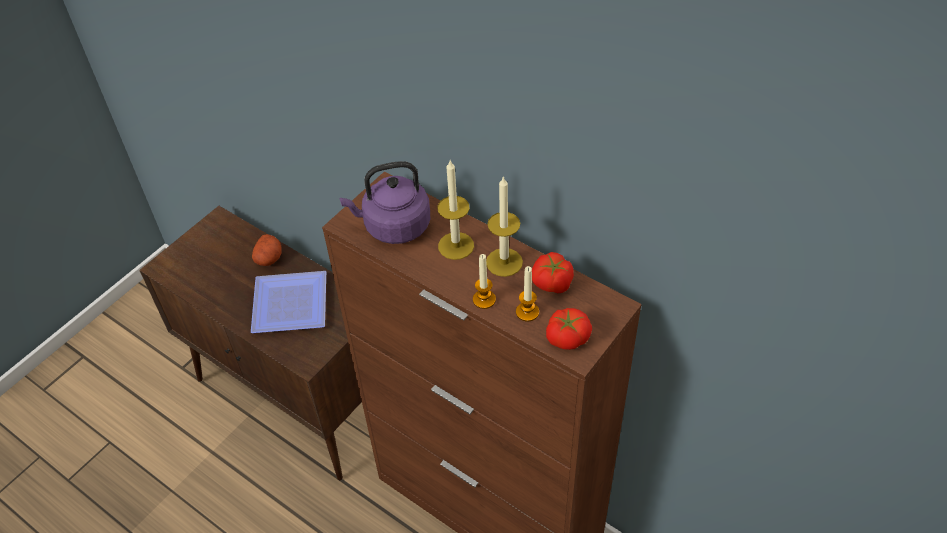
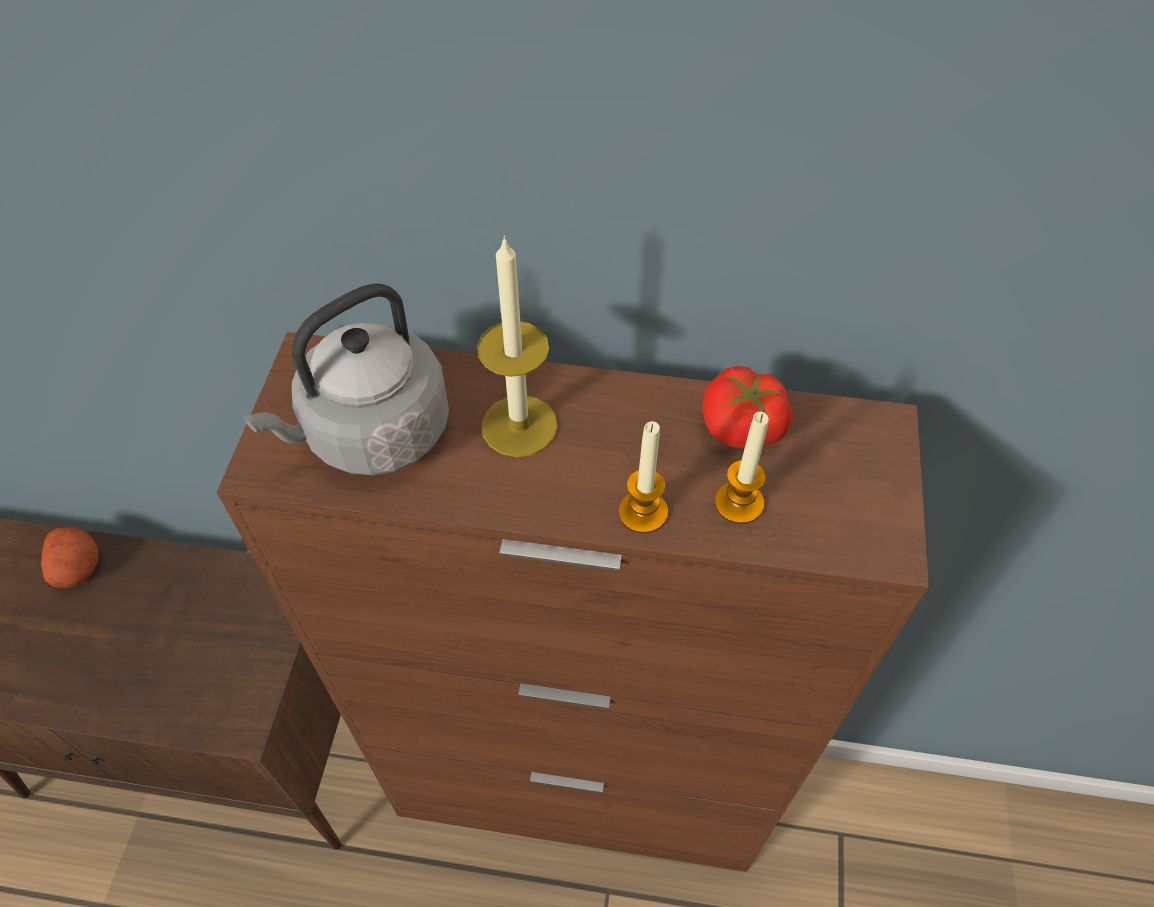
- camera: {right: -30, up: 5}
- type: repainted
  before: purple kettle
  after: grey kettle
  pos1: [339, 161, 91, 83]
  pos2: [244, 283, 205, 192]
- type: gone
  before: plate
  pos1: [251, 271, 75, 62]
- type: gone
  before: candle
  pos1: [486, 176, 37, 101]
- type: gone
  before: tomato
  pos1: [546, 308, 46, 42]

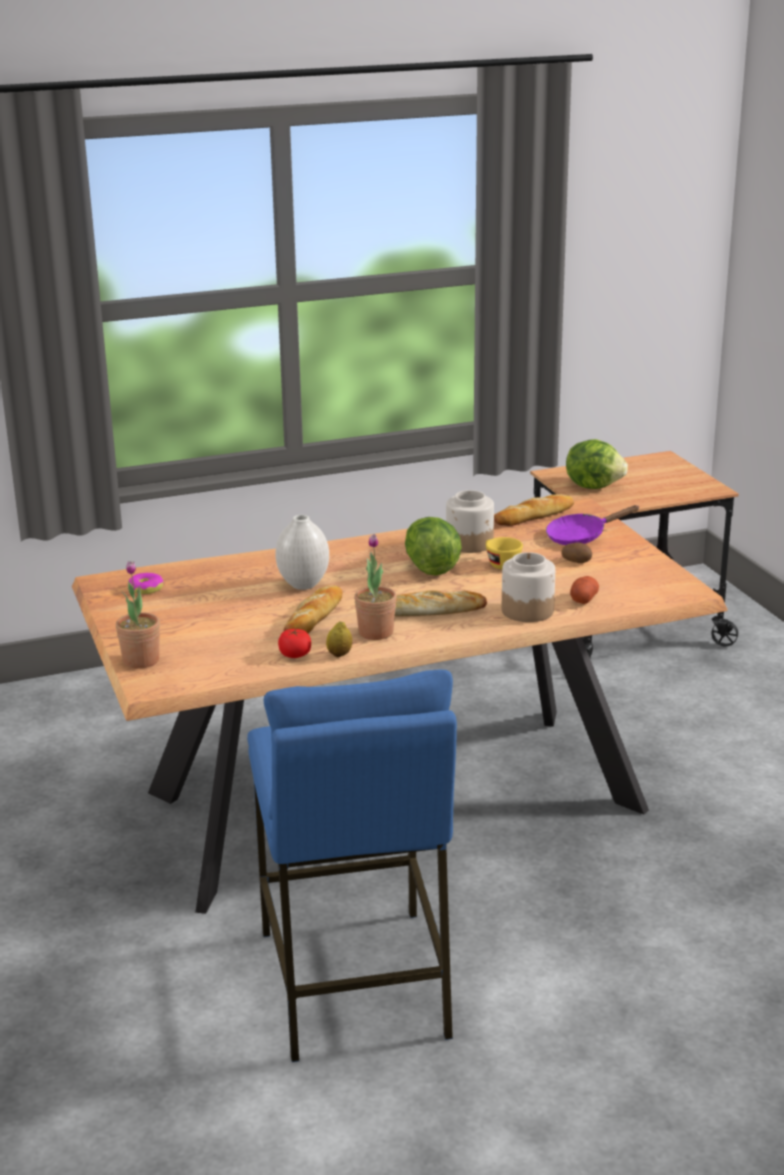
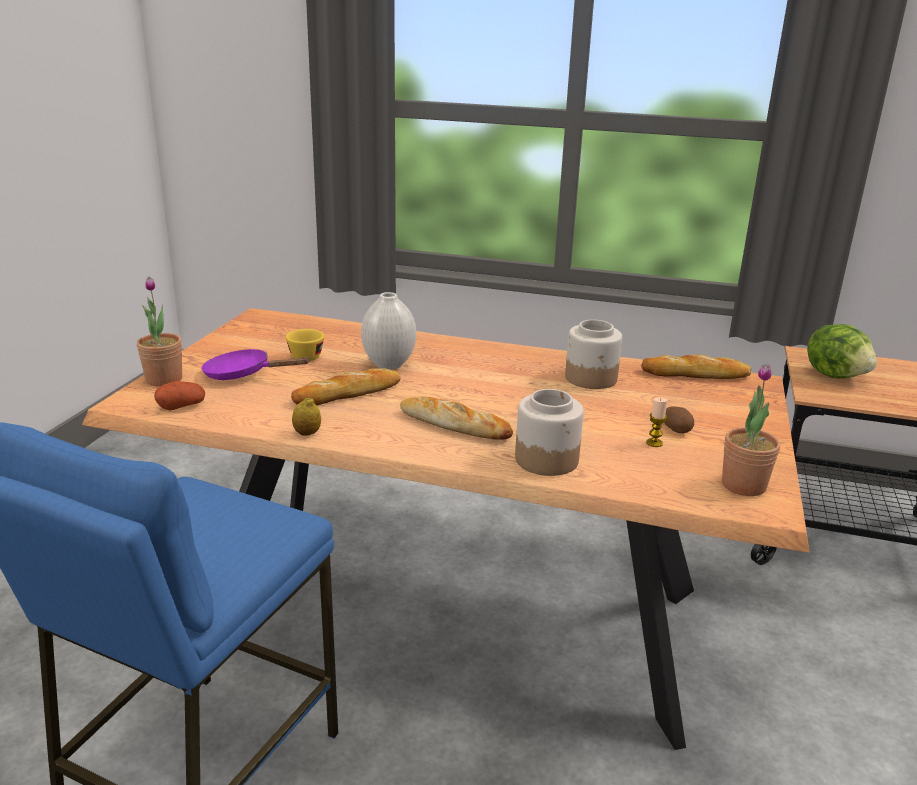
- camera: {right: 35, up: 0}
- type: shifted
  before: potato
  pos1: [570, 576, 29, 28]
  pos2: [154, 381, 51, 29]
- type: shifted
  before: purple frying pan
  pos1: [546, 505, 94, 40]
  pos2: [201, 349, 108, 31]
- type: shifted
  before: yellow cup
  pos1: [486, 537, 37, 32]
  pos2: [286, 329, 38, 32]
- type: new
  after: candle
  pos2: [646, 397, 22, 50]
- type: shifted
  before: potted plant
  pos1: [354, 534, 43, 106]
  pos2: [722, 364, 58, 132]
- type: gone
  before: donut
  pos1: [129, 573, 35, 21]
- type: gone
  before: tomato
  pos1: [278, 628, 33, 30]
- type: gone
  before: lettuce
  pos1: [405, 517, 57, 59]

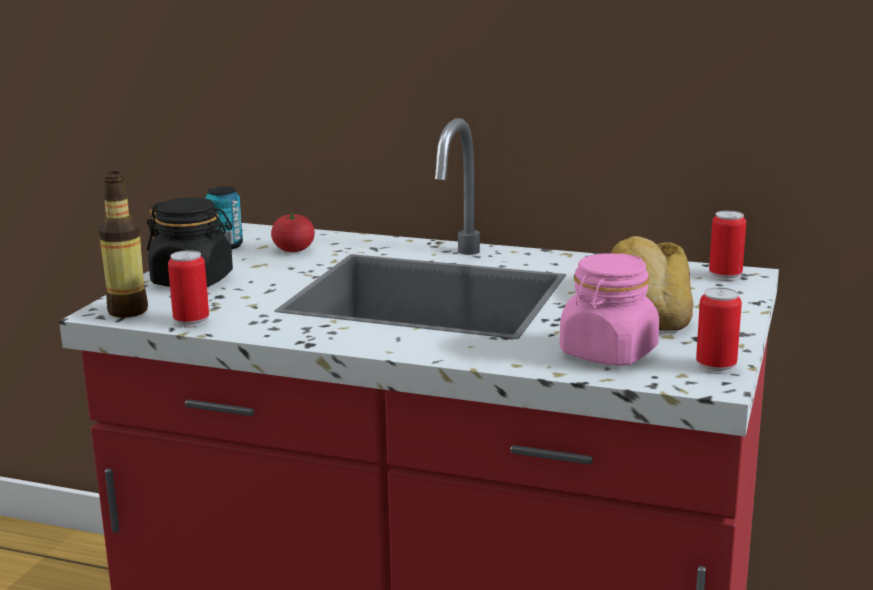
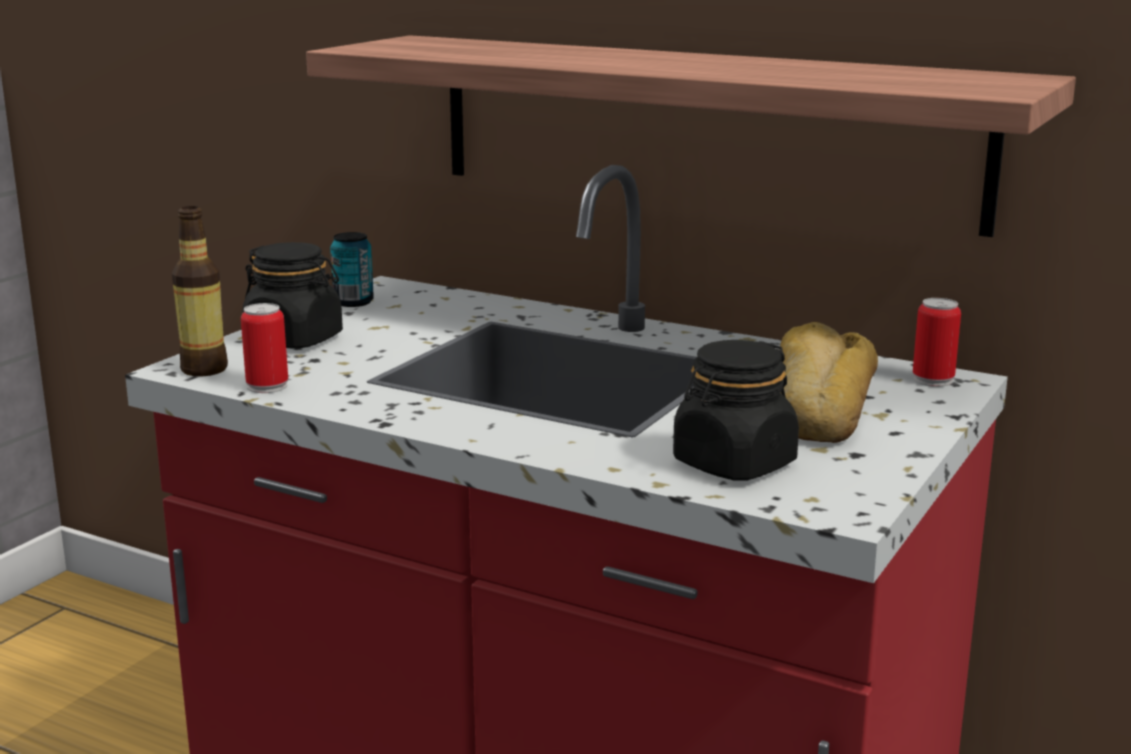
- camera: {right: 10, up: 0}
- type: new
  after: shelf
  pos2: [306, 35, 770, 202]
- type: repainted
  before: pink jar
  after: black jar
  pos1: [560, 253, 99, 113]
  pos2: [673, 340, 126, 141]
- type: gone
  before: tomato
  pos1: [271, 212, 44, 40]
- type: gone
  before: can
  pos1: [696, 287, 46, 87]

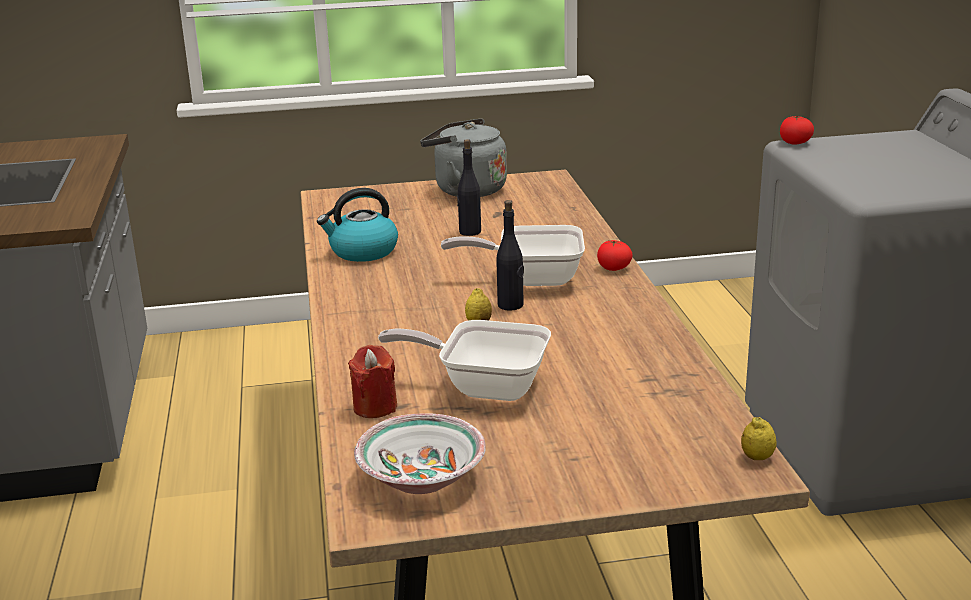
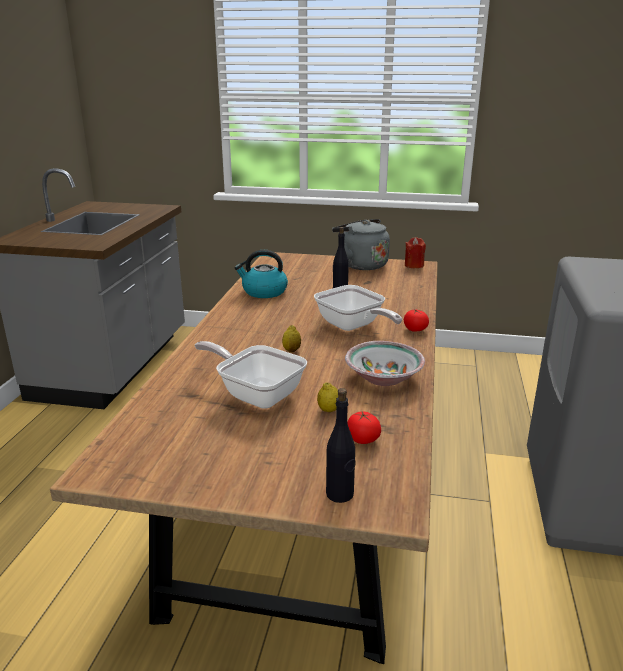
- camera: {right: 20, up: 0}
- type: rotated
  before: frying pan
  pos1: [441, 225, 144, 61]
  pos2: [314, 285, 88, 46]
  turn: -150
- type: shifted
  before: lemon
  pos1: [741, 417, 36, 43]
  pos2: [317, 382, 21, 30]
- type: shifted
  before: black bottle
  pos1: [496, 200, 28, 111]
  pos2: [326, 388, 30, 115]
- type: shifted
  before: bowl
  pos1: [354, 413, 132, 81]
  pos2: [345, 341, 80, 45]
- type: shifted
  before: tomato
  pos1: [780, 116, 34, 29]
  pos2: [347, 411, 34, 33]
- type: shifted
  before: red candle
  pos1: [348, 345, 49, 73]
  pos2: [405, 237, 21, 31]

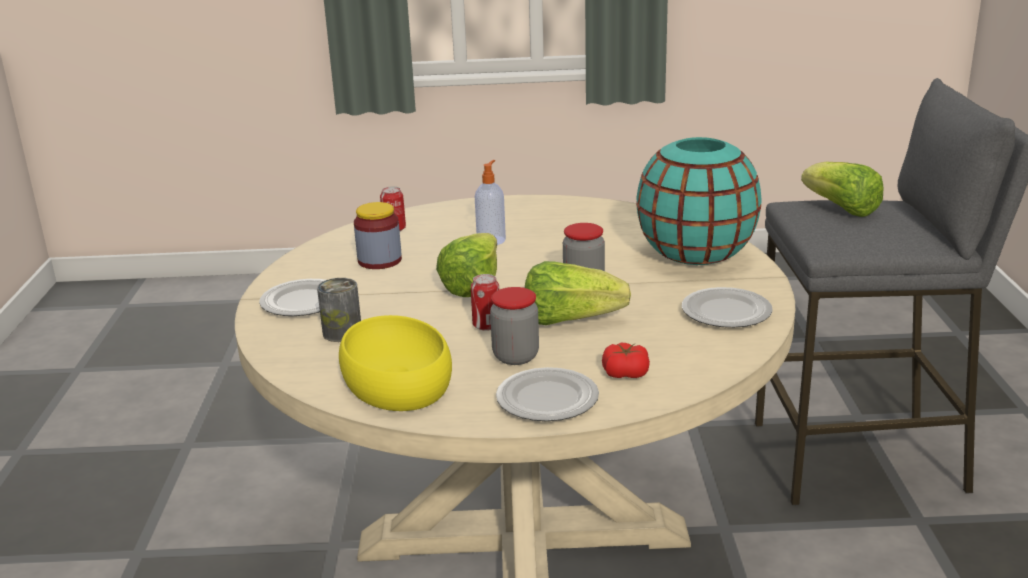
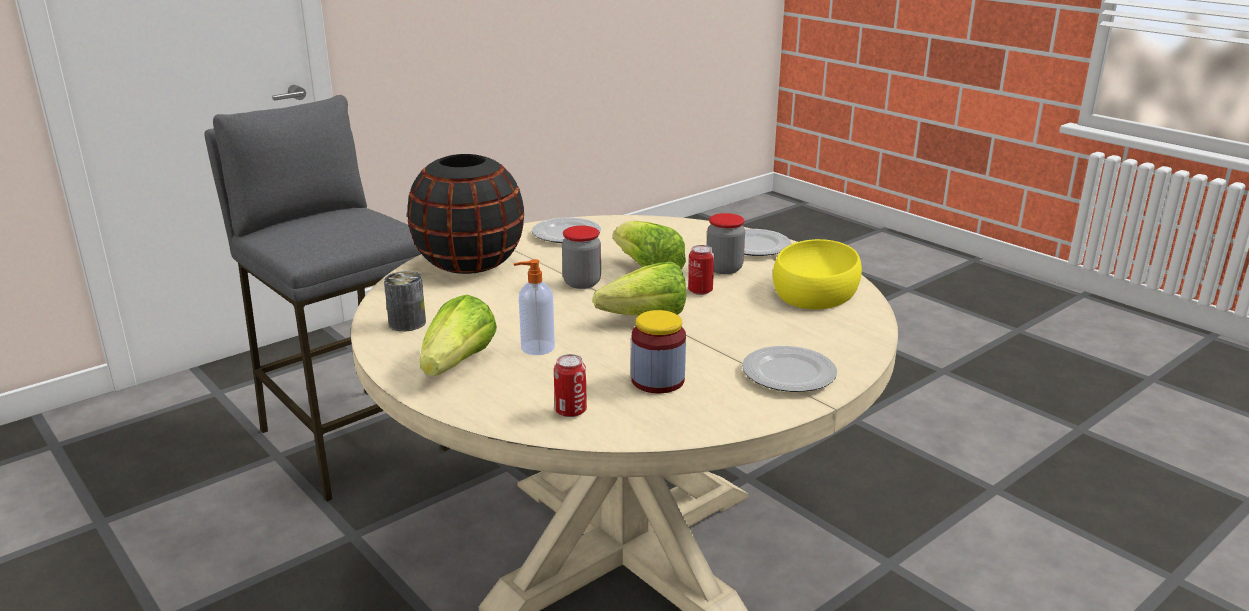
- camera: {right: -130, up: 0}
- type: shifted
  before: can
  pos1: [317, 278, 44, 64]
  pos2: [384, 271, 42, 60]
- type: repainted
  before: turquoise vase
  after: black vase
  pos1: [636, 137, 126, 128]
  pos2: [407, 154, 117, 120]
- type: shifted
  before: lettuce
  pos1: [801, 162, 83, 55]
  pos2: [420, 295, 77, 81]
- type: gone
  before: tomato
  pos1: [602, 343, 48, 35]

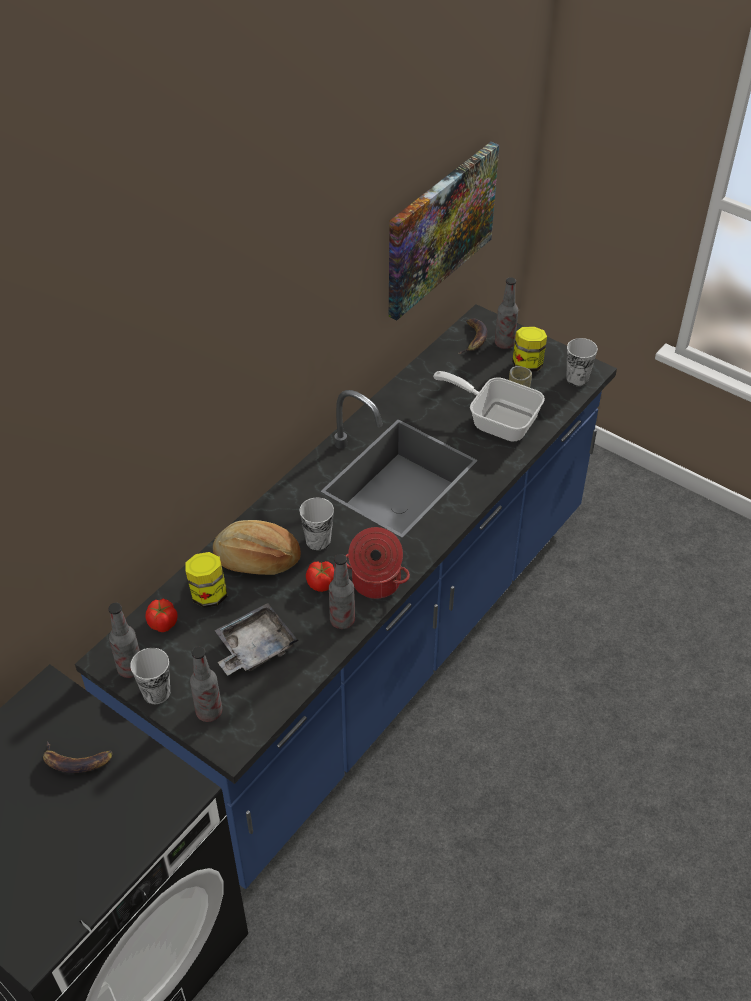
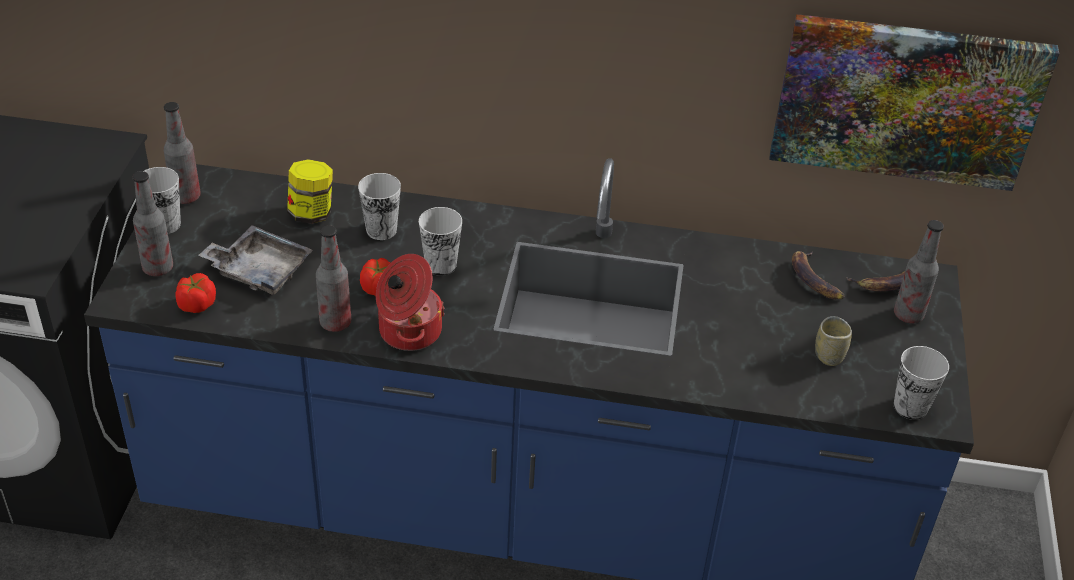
- camera: {right: 60, up: -5}
- type: shifted
  before: tomato
  pos1: [146, 599, 32, 33]
  pos2: [175, 273, 41, 40]
- type: swapped
  before: bread
  after: cup
  pos1: [213, 520, 88, 55]
  pos2: [358, 173, 43, 67]
- type: shifted
  before: banana
  pos1: [43, 742, 70, 31]
  pos2: [792, 251, 53, 48]
- type: gone
  before: frying pan
  pos1: [433, 371, 112, 71]
- type: gone
  before: jar
  pos1: [512, 326, 35, 46]

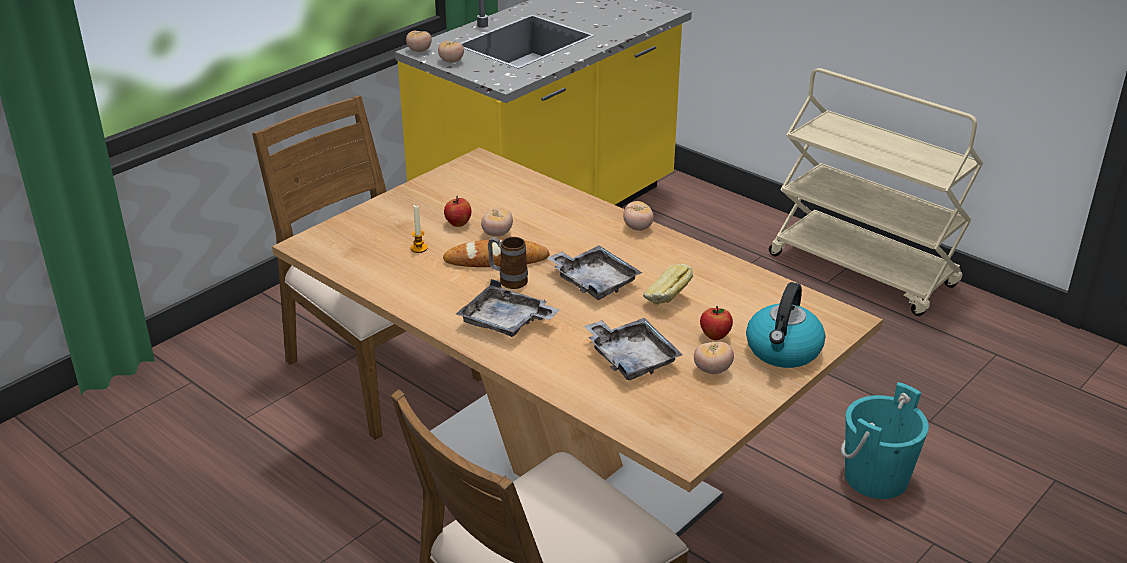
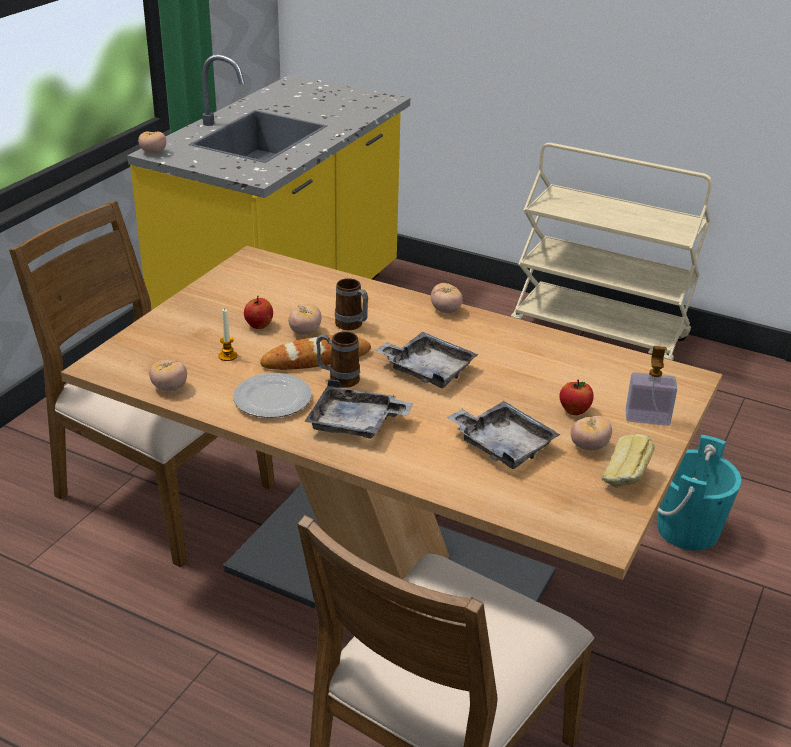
- camera: {right: -15, up: 0}
- type: shifted
  before: tomato
  pos1: [438, 41, 26, 22]
  pos2: [149, 360, 38, 31]
- type: new
  after: plate
  pos2: [233, 373, 79, 45]
- type: new
  after: mug
  pos2: [335, 278, 33, 52]
- type: shifted
  before: bread
  pos1: [643, 264, 50, 42]
  pos2: [602, 434, 53, 54]
- type: swapped
  before: kettle
  after: soap dispenser
  pos1: [746, 282, 79, 86]
  pos2: [626, 346, 51, 80]

